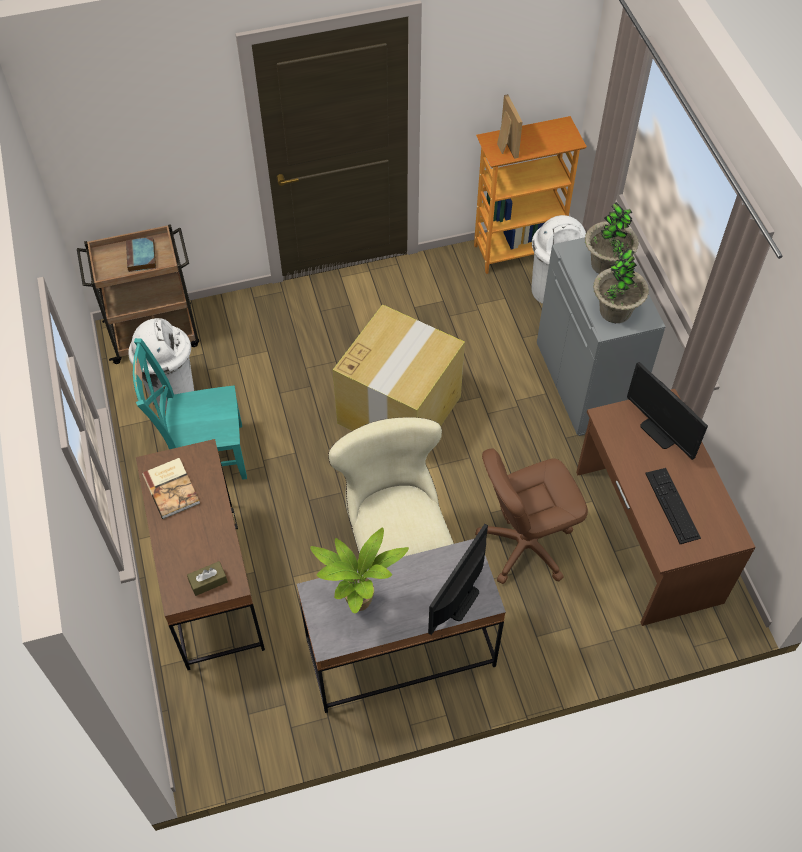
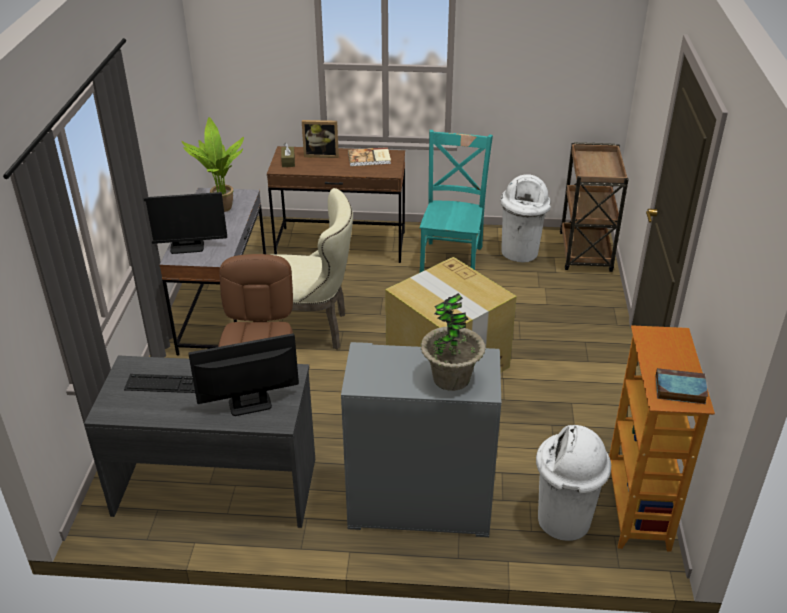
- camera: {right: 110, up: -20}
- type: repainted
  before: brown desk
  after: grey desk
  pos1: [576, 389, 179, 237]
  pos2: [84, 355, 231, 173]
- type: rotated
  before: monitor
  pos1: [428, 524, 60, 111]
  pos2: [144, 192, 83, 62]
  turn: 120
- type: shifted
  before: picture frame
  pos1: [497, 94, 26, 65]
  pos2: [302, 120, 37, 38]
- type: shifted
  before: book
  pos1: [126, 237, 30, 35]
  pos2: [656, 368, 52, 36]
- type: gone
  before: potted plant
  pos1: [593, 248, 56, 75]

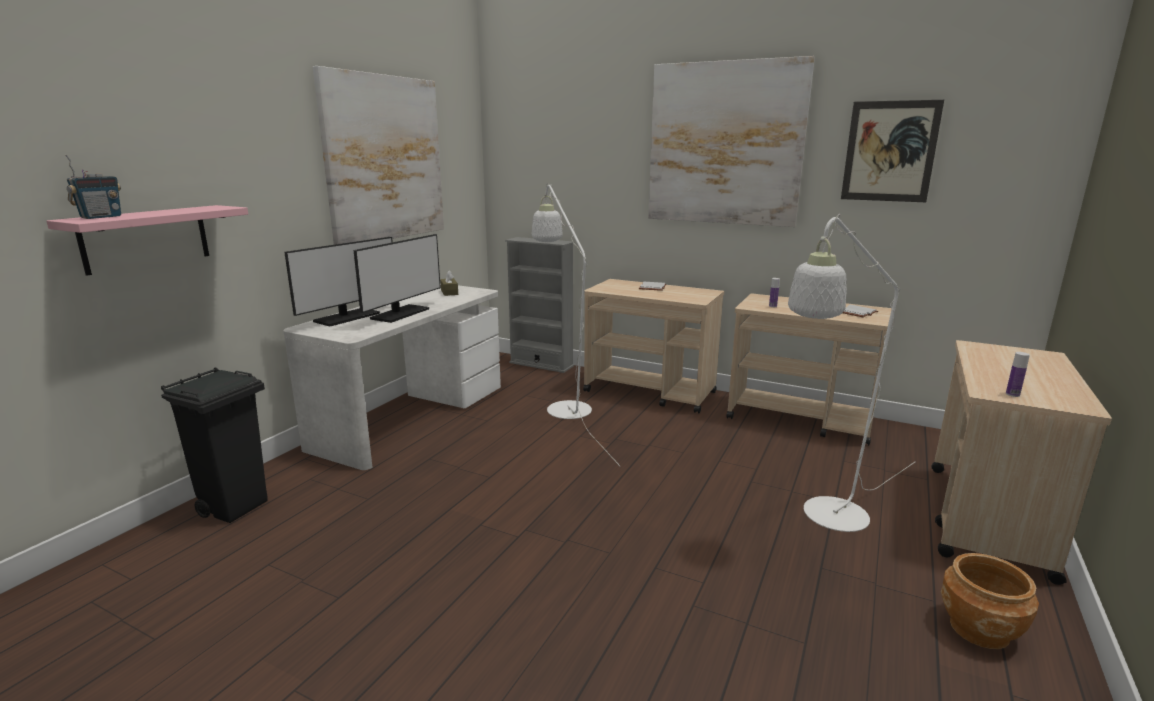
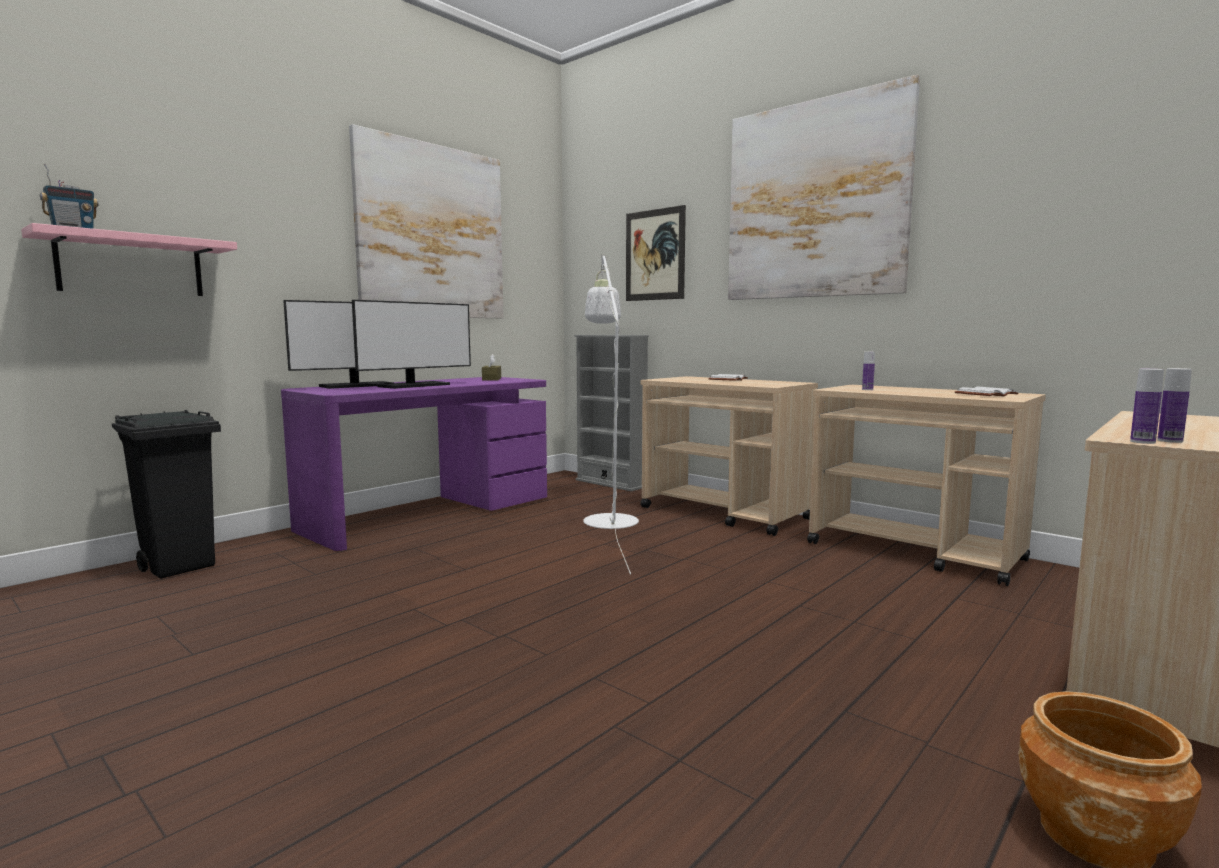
- camera: {right: 15, up: -10}
- type: repainted
  before: white desk
  after: purple desk
  pos1: [283, 283, 218, 187]
  pos2: [281, 377, 266, 174]
- type: shifted
  before: picture
  pos1: [841, 100, 103, 102]
  pos2: [626, 205, 60, 96]
- type: new
  after: bottle
  pos2: [1130, 369, 34, 75]
- type: gone
  before: white floor lamp
  pos1: [788, 214, 127, 318]

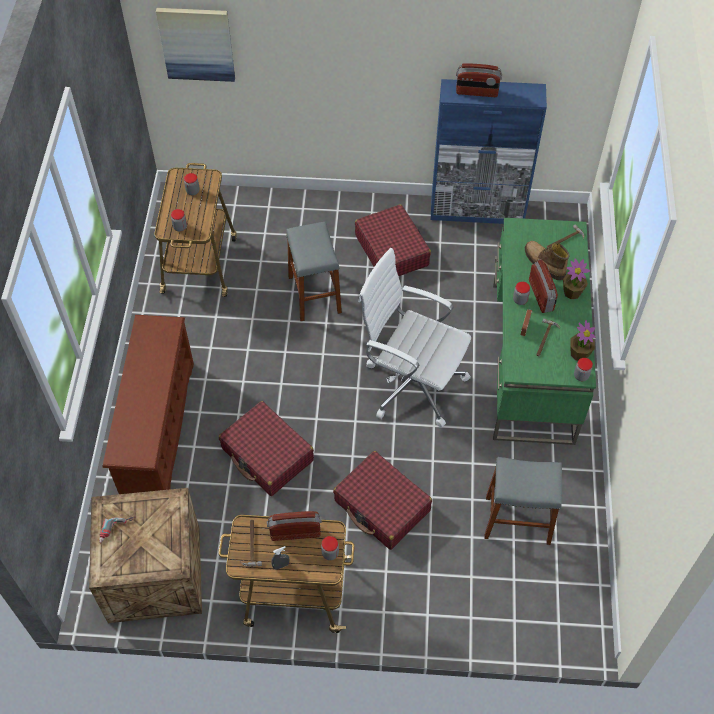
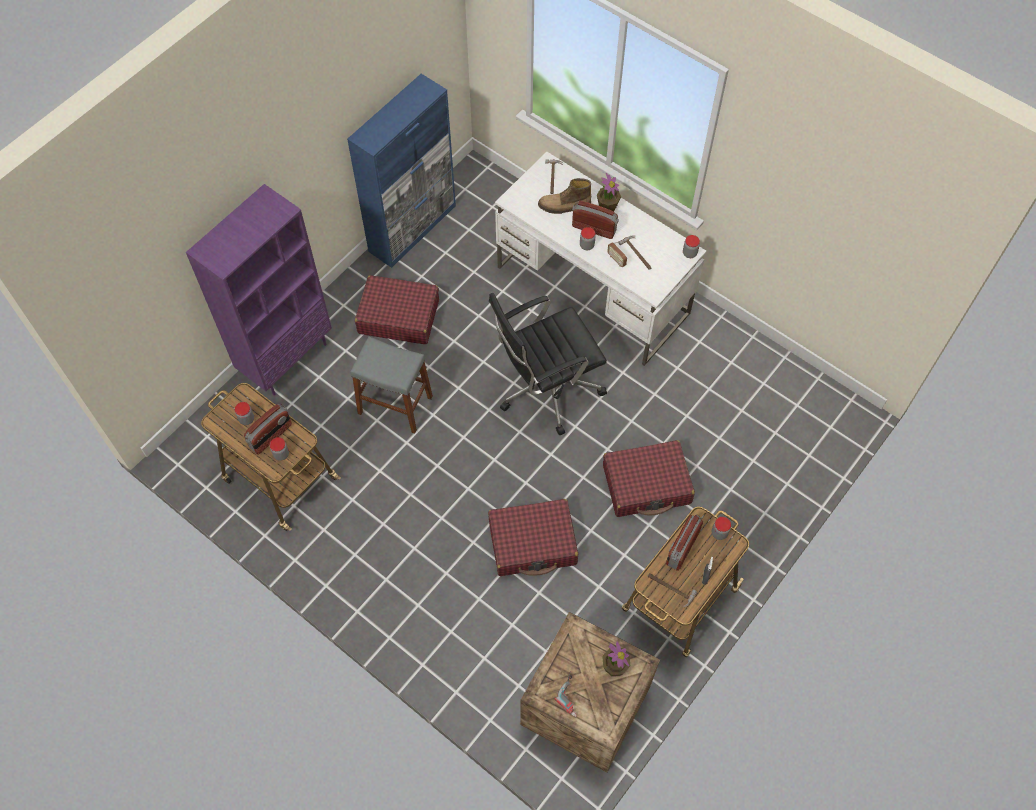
- camera: {right: -55, up: 5}
- type: new
  after: purple bookcase
  pos2: [186, 184, 146, 211]
- type: shifted
  before: radio
  pos1: [456, 64, 46, 33]
  pos2: [244, 404, 48, 51]
- type: repainted
  before: white office chair
  after: black office chair
  pos1: [358, 248, 113, 180]
  pos2: [489, 293, 118, 142]
- type: repainted
  before: green desk
  after: white desk
  pos1: [493, 218, 103, 227]
  pos2: [495, 152, 211, 214]
- type: shifted
  before: potted plant
  pos1: [570, 320, 25, 41]
  pos2: [602, 641, 28, 36]
- type: gone
  before: brown shoe rack
  pos1: [102, 315, 92, 179]
- type: gone
  before: picture
  pos1: [156, 8, 79, 74]
- type: gone
  before: grey stool
  pos1: [484, 457, 78, 88]

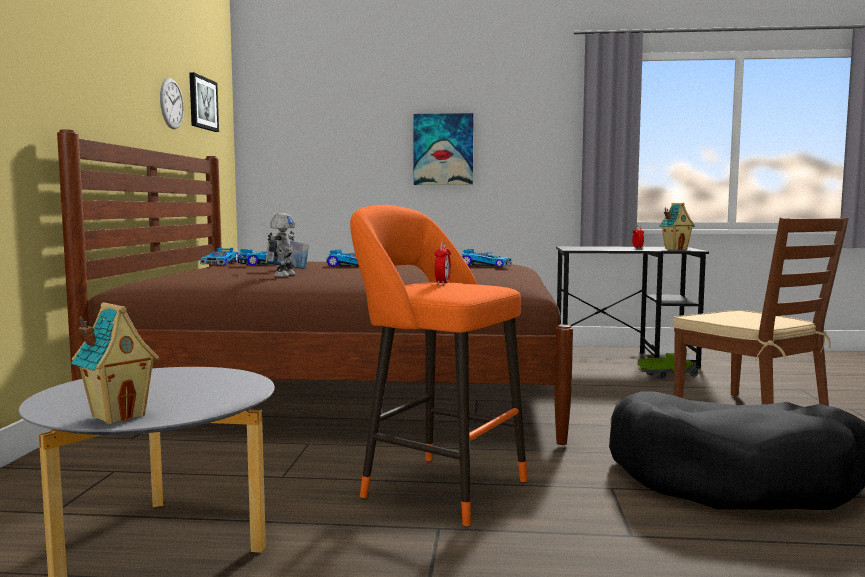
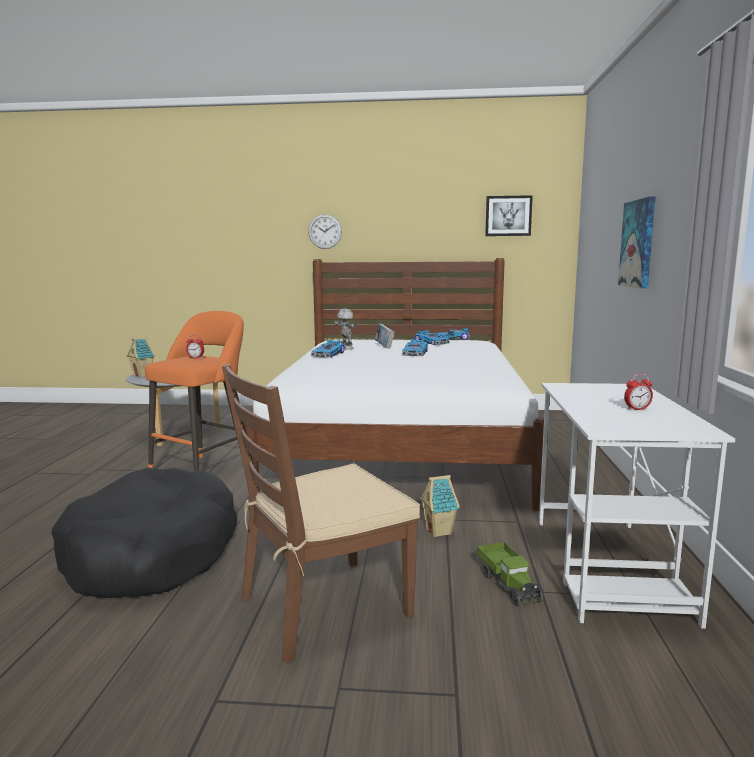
- camera: {right: 90, up: 5}
- type: repainted
  before: brown bed
  after: white bed
  pos1: [57, 129, 516, 316]
  pos2: [245, 258, 299, 253]
- type: shifted
  before: wall clock
  pos1: [160, 78, 24, 51]
  pos2: [308, 214, 34, 35]
- type: shifted
  before: toy car
  pos1: [462, 249, 50, 18]
  pos2: [311, 340, 34, 18]
- type: rotated
  before: toy robot
  pos1: [268, 213, 28, 64]
  pos2: [334, 309, 22, 40]
  turn: -135
- type: shifted
  before: toy house
  pos1: [659, 203, 36, 47]
  pos2: [420, 475, 40, 62]
- type: repainted
  before: black desk
  after: white desk
  pos1: [556, 246, 153, 122]
  pos2: [539, 383, 196, 246]

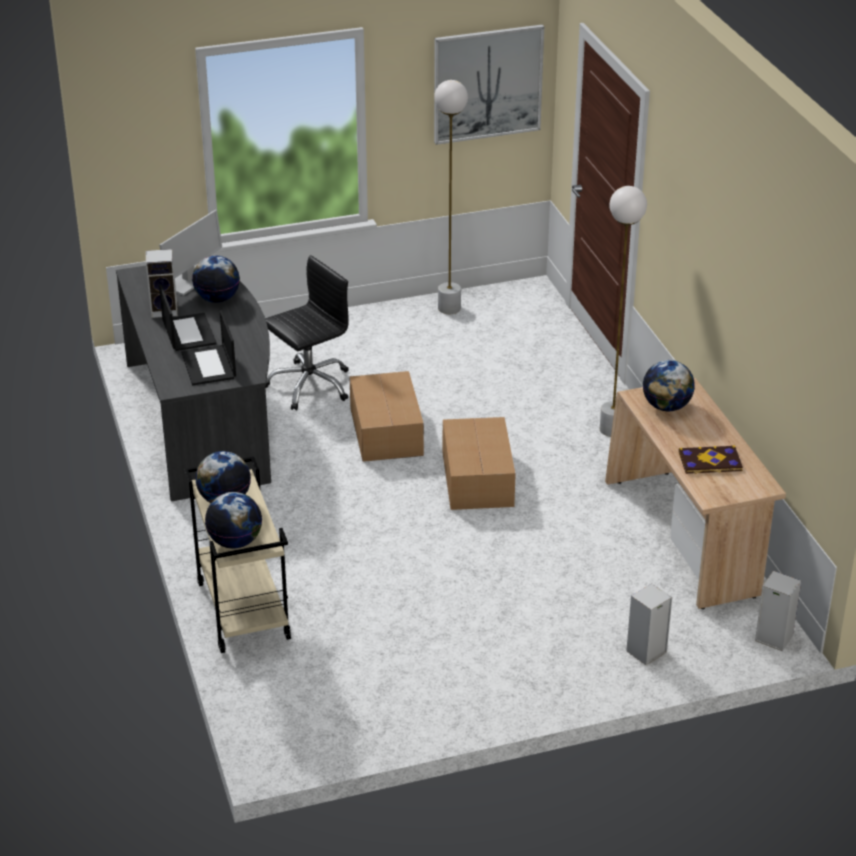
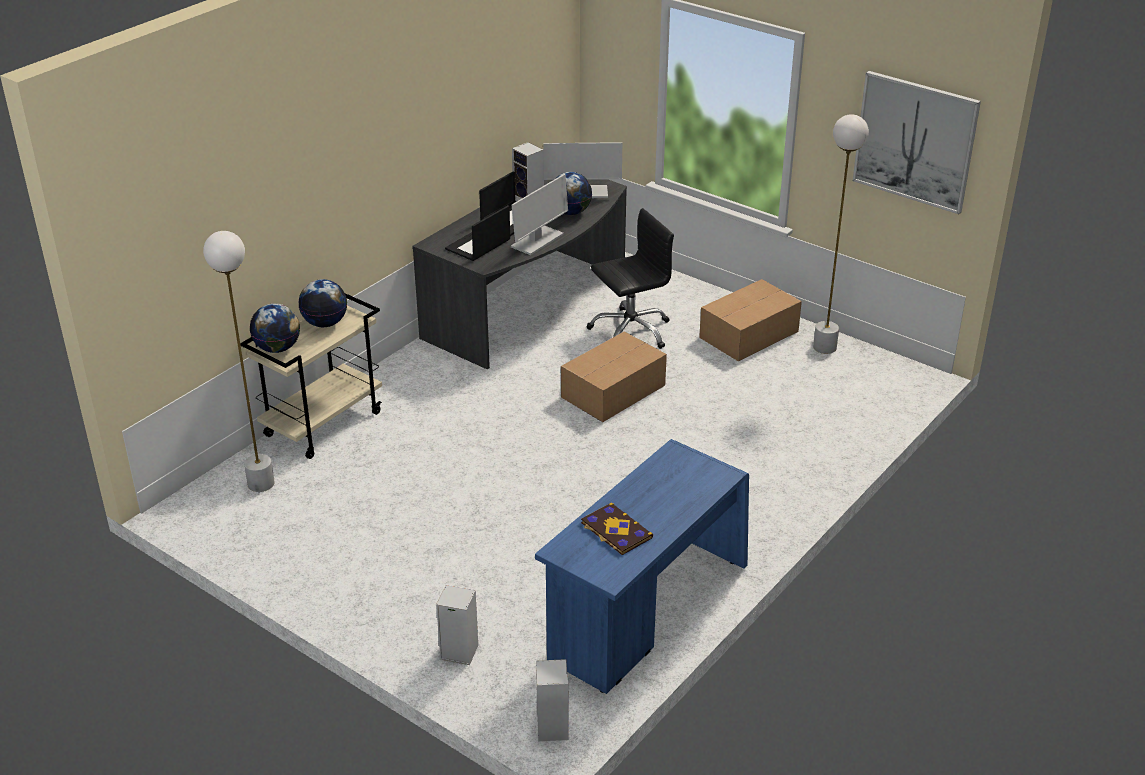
- camera: {right: 55, up: 0}
- type: shifted
  before: white floor lamp
  pos1: [600, 186, 47, 251]
  pos2: [203, 231, 72, 261]
- type: new
  after: monitor
  pos2: [511, 174, 57, 81]
- type: repainted
  before: beige desk
  after: blue desk
  pos1: [605, 378, 181, 231]
  pos2: [535, 439, 214, 255]
- type: rotated
  before: black office chair
  pos1: [265, 255, 84, 155]
  pos2: [587, 208, 87, 141]
  turn: -45
- type: shifted
  before: cardboard box
  pos1: [443, 417, 73, 93]
  pos2: [699, 279, 103, 82]
- type: gone
  before: globe
  pos1: [643, 360, 52, 51]

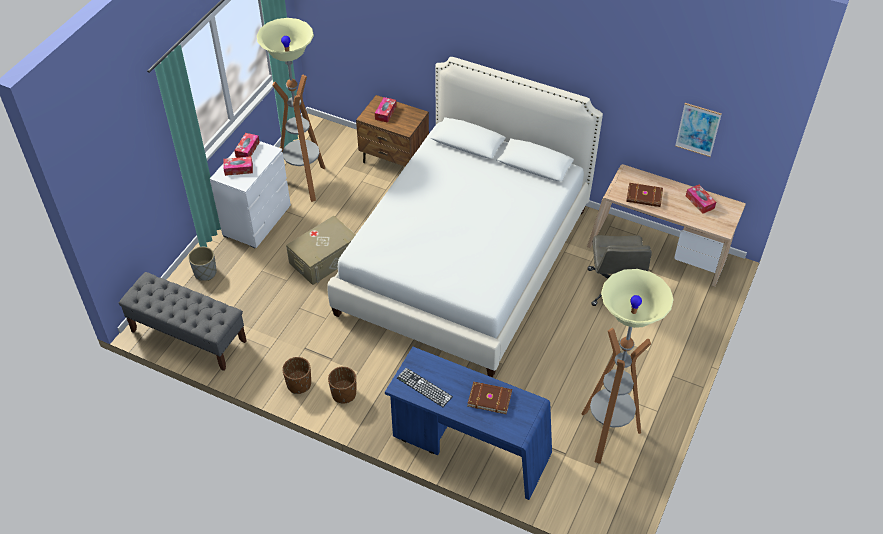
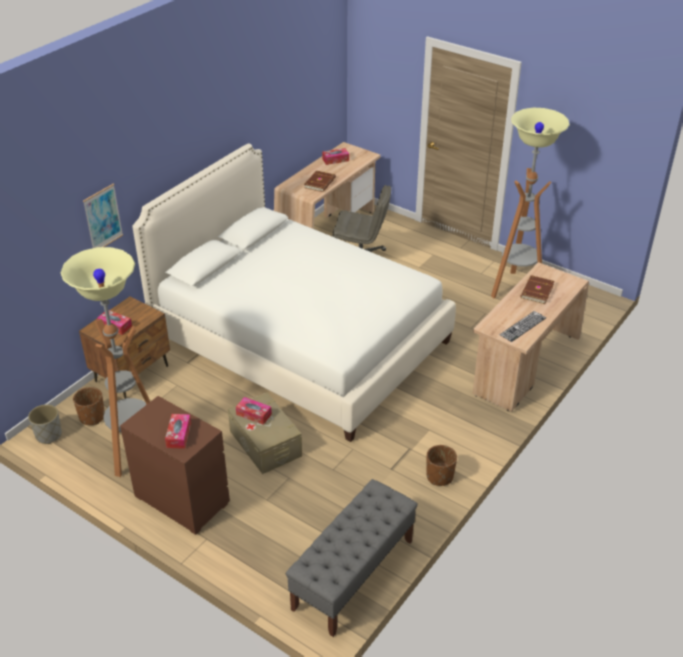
- camera: {right: -80, up: -10}
- type: shifted
  before: grey planter
  pos1: [188, 247, 29, 34]
  pos2: [28, 404, 34, 40]
- type: shifted
  before: brown planter
  pos1: [328, 367, 28, 37]
  pos2: [73, 387, 32, 38]
- type: shifted
  before: picture
  pos1: [675, 103, 47, 54]
  pos2: [83, 184, 40, 64]
- type: repainted
  before: white dresser
  after: brown dresser
  pos1: [210, 141, 81, 107]
  pos2: [120, 396, 110, 139]
- type: shifted
  before: tissue box
  pos1: [234, 133, 26, 25]
  pos2: [236, 397, 36, 28]
- type: repainted
  before: blue desk
  after: beige desk
  pos1: [385, 347, 167, 153]
  pos2: [473, 262, 116, 150]

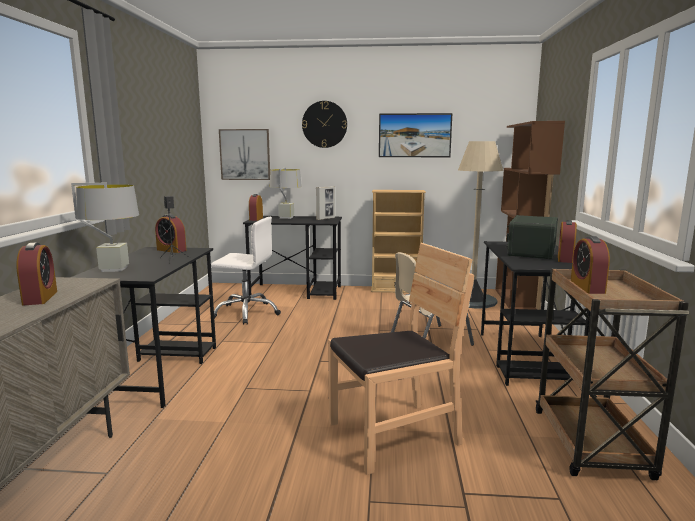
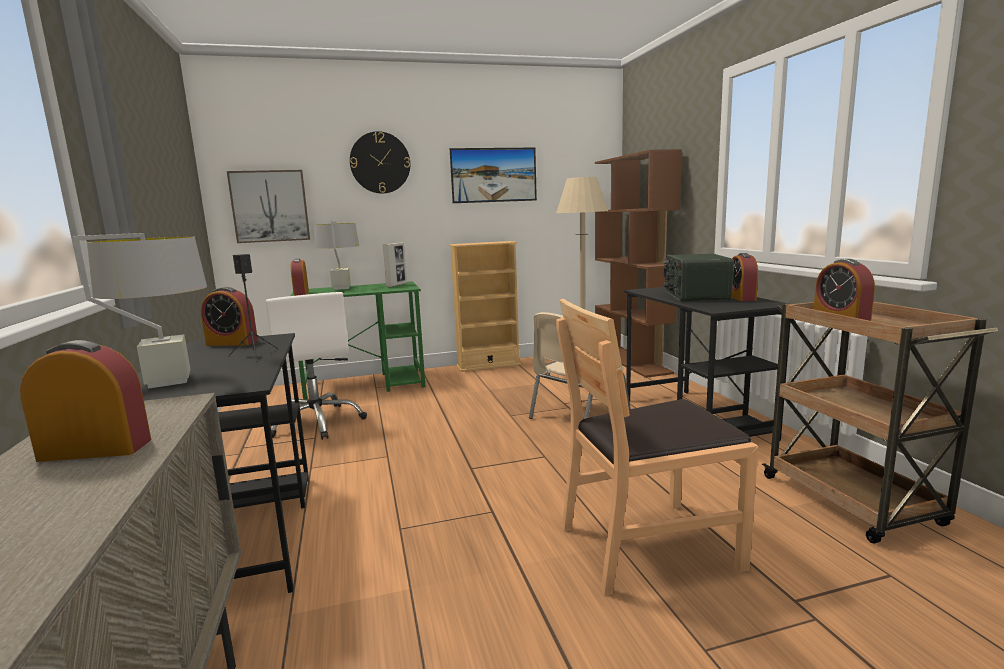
- camera: {right: -20, up: 0}
- type: rotated
  before: alarm clock
  pos1: [16, 243, 41, 63]
  pos2: [20, 340, 131, 122]
  turn: -60
- type: rotated
  before: white office chair
  pos1: [211, 217, 70, 108]
  pos2: [266, 292, 101, 148]
  turn: 75
- type: repainted
  before: black desk
  after: green desk
  pos1: [243, 216, 99, 84]
  pos2: [291, 281, 135, 119]
- type: rotated
  before: brown chair
  pos1: [328, 243, 146, 232]
  pos2: [556, 298, 202, 298]
  turn: -150

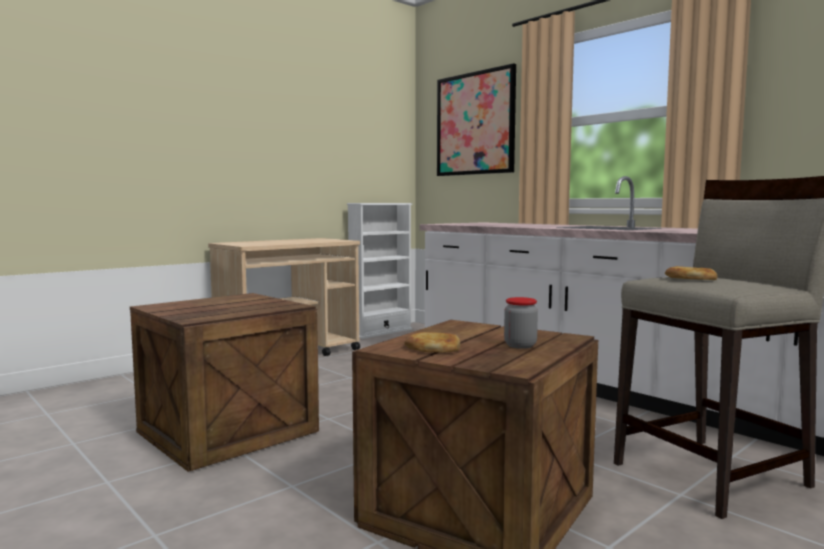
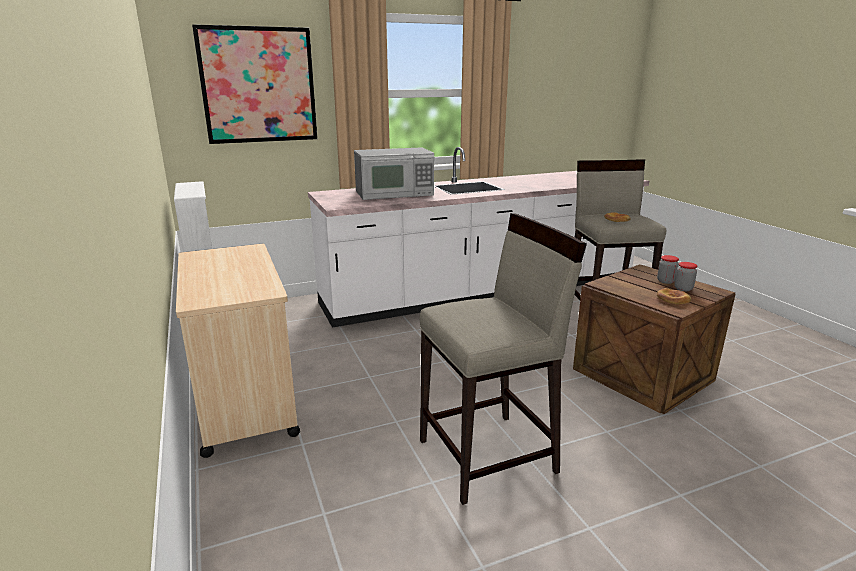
- camera: {right: -70, up: 15}
- type: new
  after: microwave
  pos2: [354, 147, 80, 53]
- type: swapped
  before: crate
  after: beige stool
  pos1: [130, 293, 189, 179]
  pos2: [420, 213, 167, 292]
- type: new
  after: jar
  pos2: [674, 262, 23, 29]

